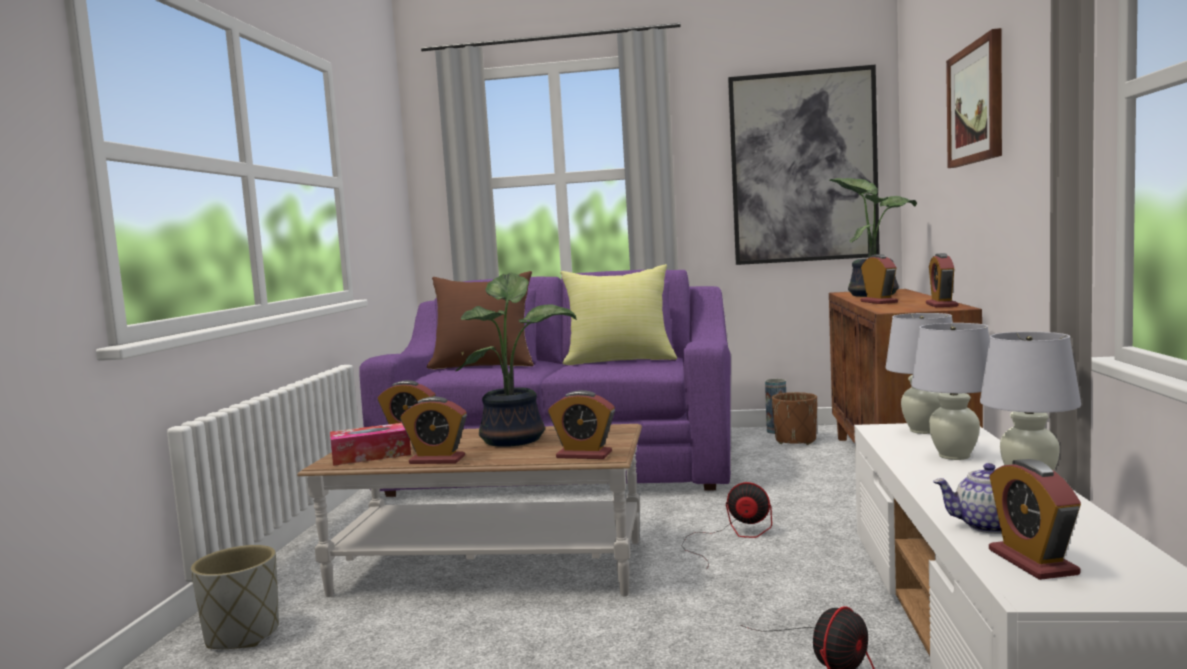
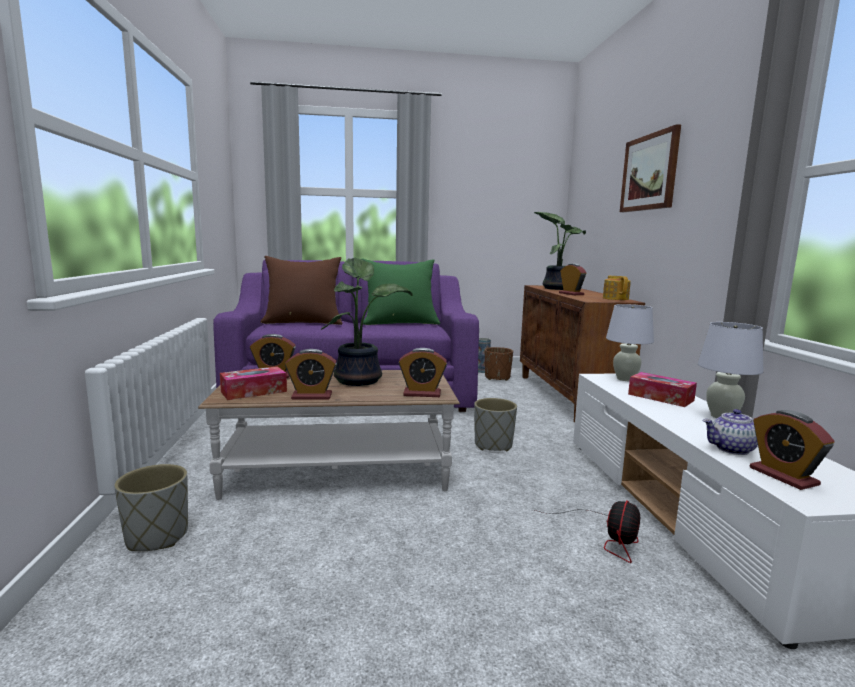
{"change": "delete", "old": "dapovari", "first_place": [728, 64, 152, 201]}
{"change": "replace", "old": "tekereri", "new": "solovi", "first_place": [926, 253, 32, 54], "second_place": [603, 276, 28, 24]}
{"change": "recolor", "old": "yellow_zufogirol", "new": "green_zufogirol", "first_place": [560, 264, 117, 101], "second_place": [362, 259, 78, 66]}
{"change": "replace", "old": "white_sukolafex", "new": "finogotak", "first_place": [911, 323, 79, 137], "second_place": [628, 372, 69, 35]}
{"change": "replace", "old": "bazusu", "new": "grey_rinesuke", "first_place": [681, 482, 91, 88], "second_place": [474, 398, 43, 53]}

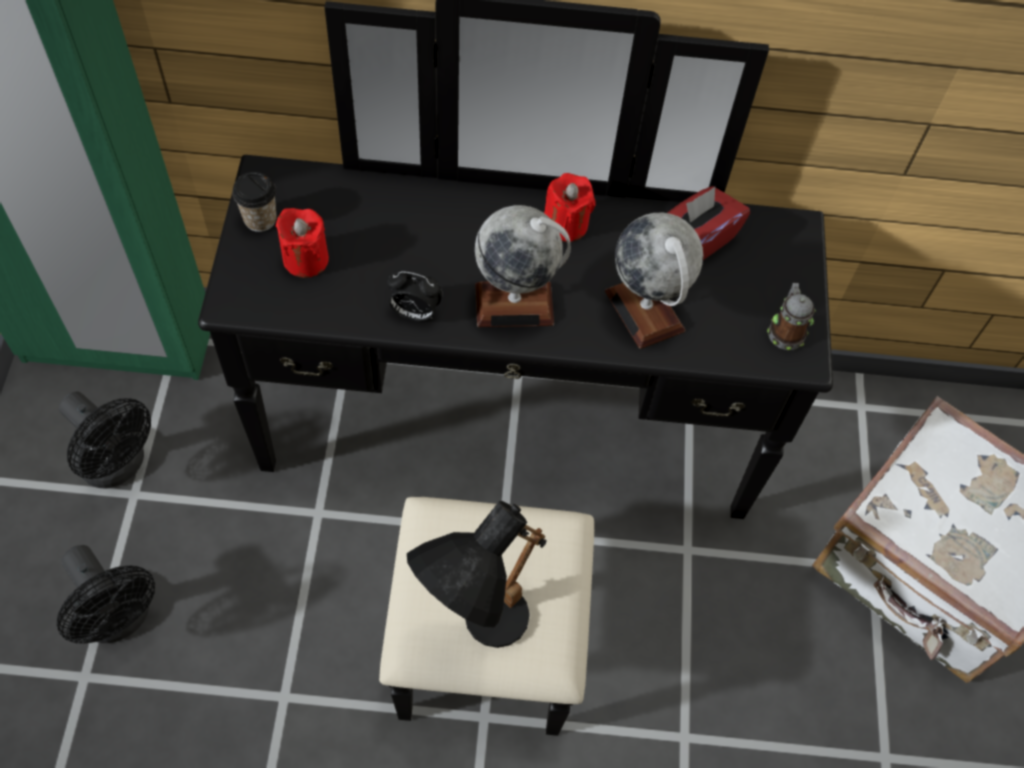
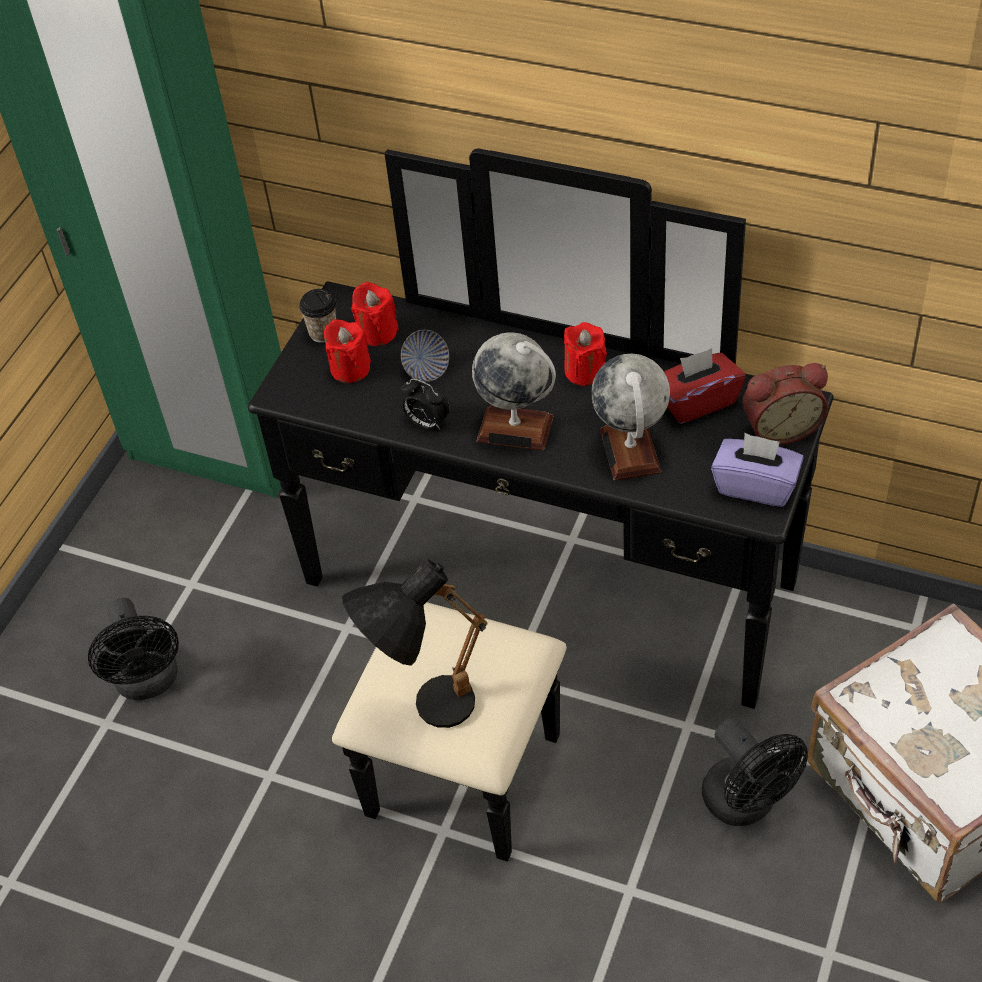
{"change": "replace", "old": "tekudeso", "new": "purple_finogotak", "first_place": [767, 283, 49, 67], "second_place": [711, 433, 92, 74]}
{"change": "move", "old": "black_bazusu", "first_place": [59, 392, 92, 97], "second_place": [702, 718, 106, 108]}
{"change": "insert", "new": "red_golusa", "second_place": [351, 282, 48, 64]}
{"change": "insert", "new": "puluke", "second_place": [401, 330, 48, 52]}
{"change": "insert", "new": "tekereri", "second_place": [743, 363, 85, 82]}

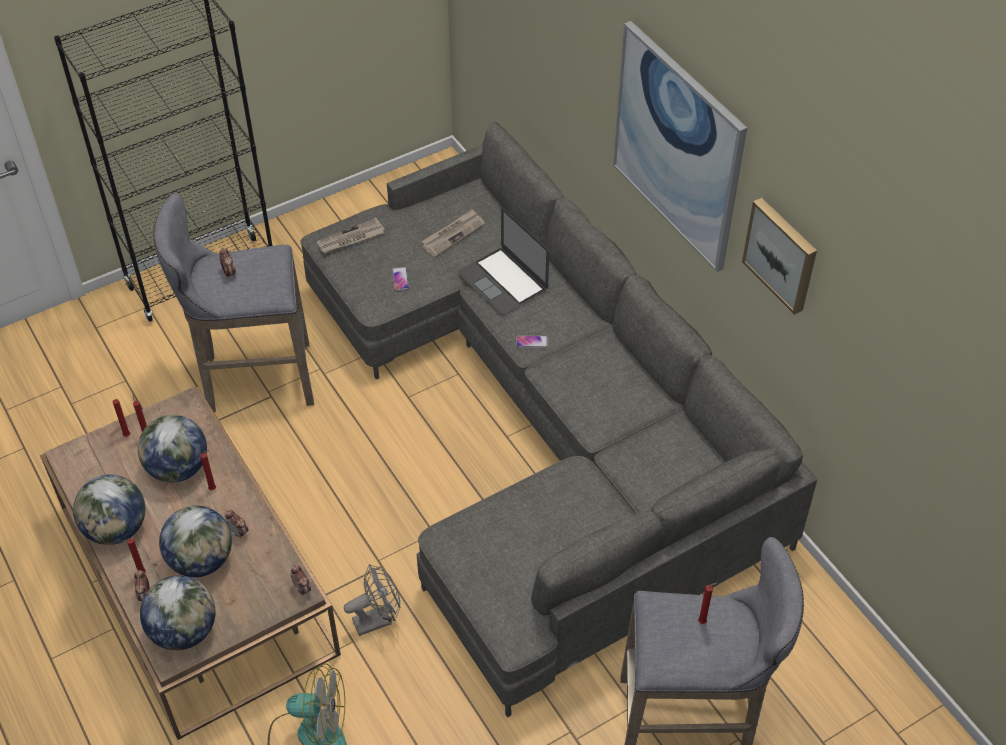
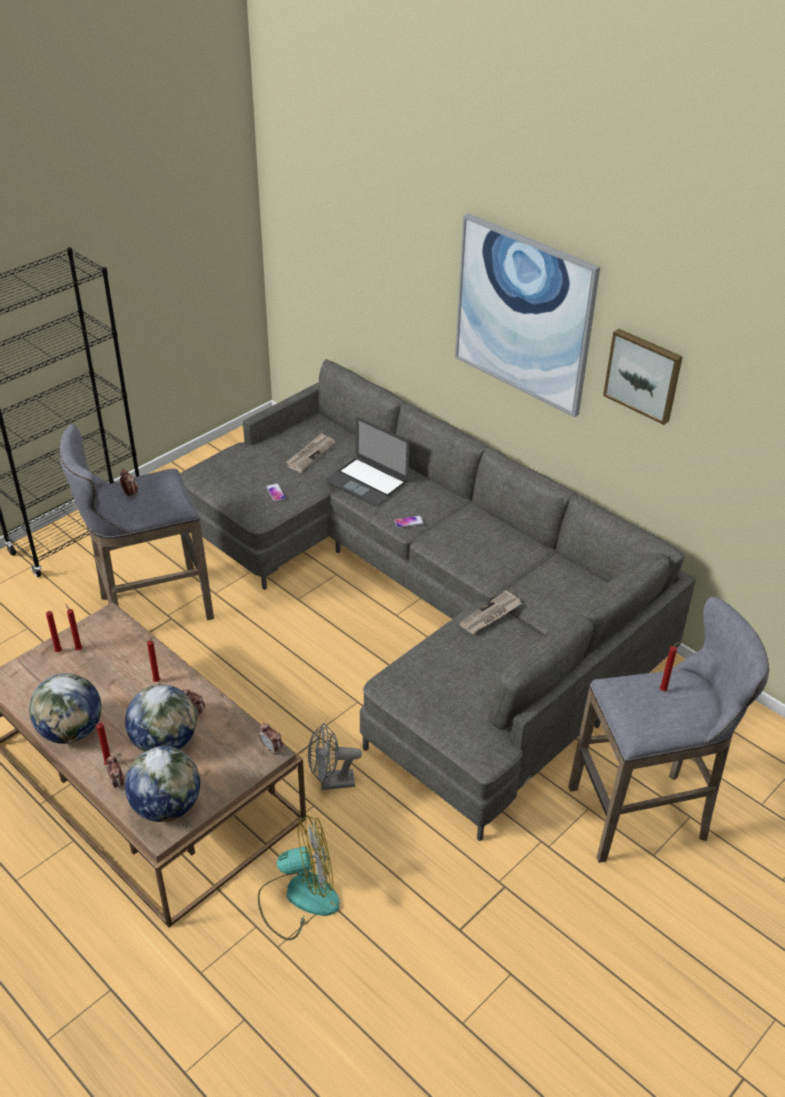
{"change": "move", "old": "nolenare", "first_place": [317, 218, 68, 36], "second_place": [459, 590, 63, 44]}
{"change": "delete", "old": "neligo", "first_place": [138, 415, 69, 68]}
{"change": "rotate", "old": "grey_bazusu", "first_place": [344, 564, 56, 72], "second_place": [308, 723, 54, 67], "degrees": -150}

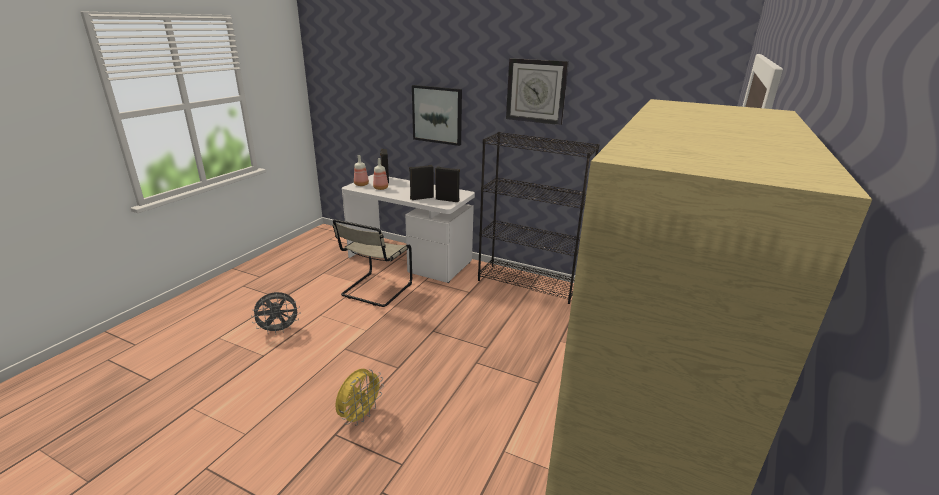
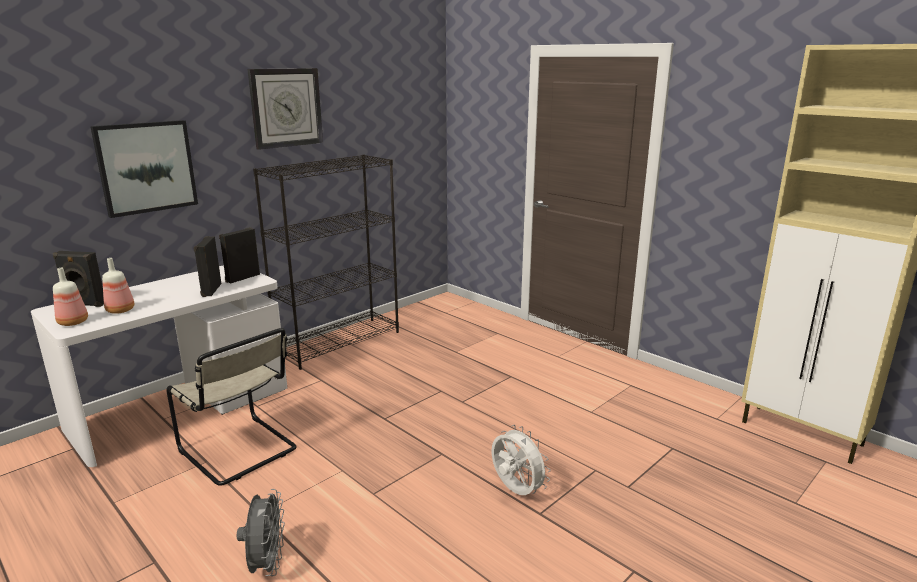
{"change": "recolor", "old": "yellow_bazusu", "new": "white_bazusu", "first_place": [335, 368, 49, 58], "second_place": [492, 425, 59, 70]}

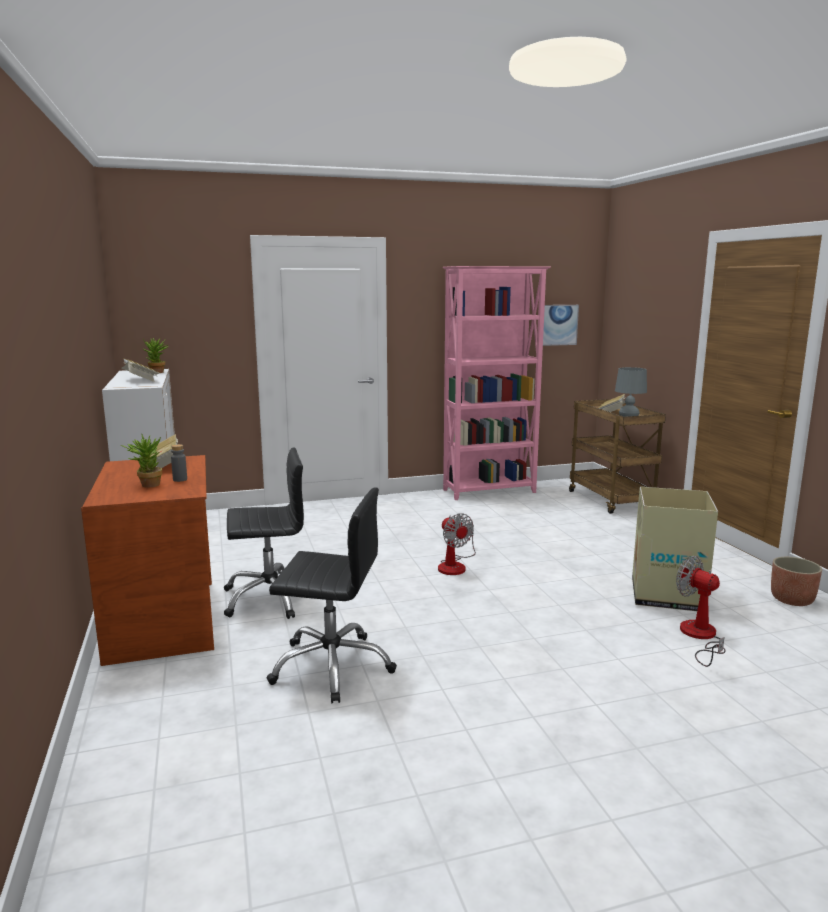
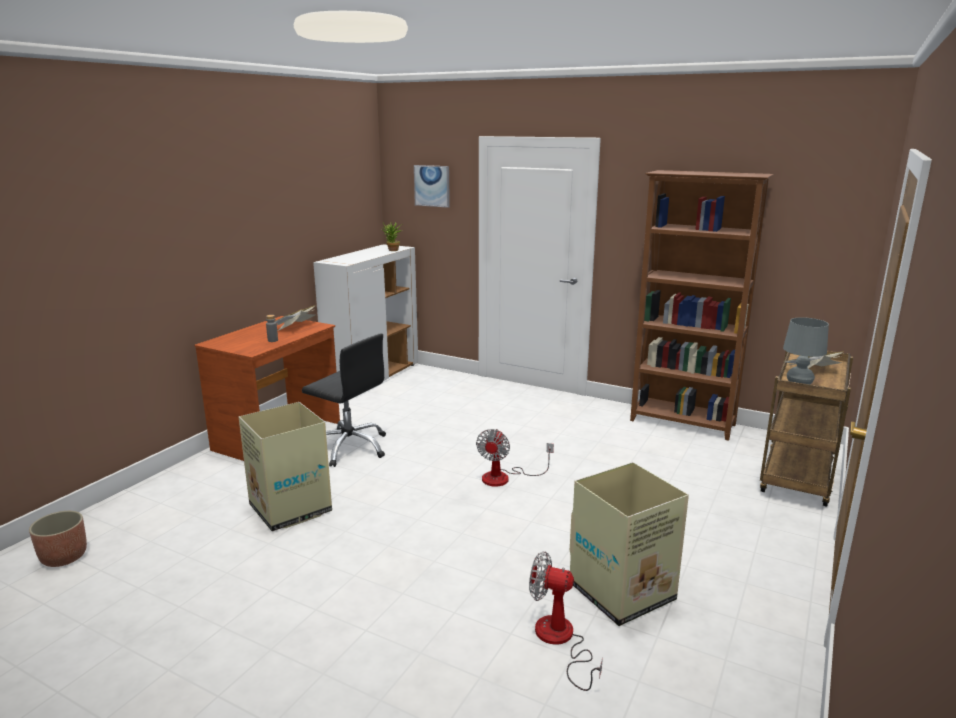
{"change": "recolor", "old": "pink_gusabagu", "new": "brown_gusabagu", "first_place": [442, 266, 109, 234], "second_place": [630, 170, 144, 271]}
{"change": "move", "old": "dapovari", "first_place": [543, 305, 36, 41], "second_place": [414, 165, 36, 43]}
{"change": "delete", "old": "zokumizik", "first_place": [122, 358, 39, 24]}
{"change": "delete", "old": "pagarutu", "first_place": [121, 433, 41, 55]}
{"change": "replace", "old": "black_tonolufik", "new": "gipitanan", "first_place": [267, 487, 130, 216], "second_place": [239, 402, 93, 130]}
{"change": "rotate", "old": "bazusu", "first_place": [676, 556, 50, 111], "second_place": [529, 551, 74, 140], "degrees": -75}
{"change": "move", "old": "rinesuke", "first_place": [771, 557, 51, 49], "second_place": [29, 511, 58, 56]}

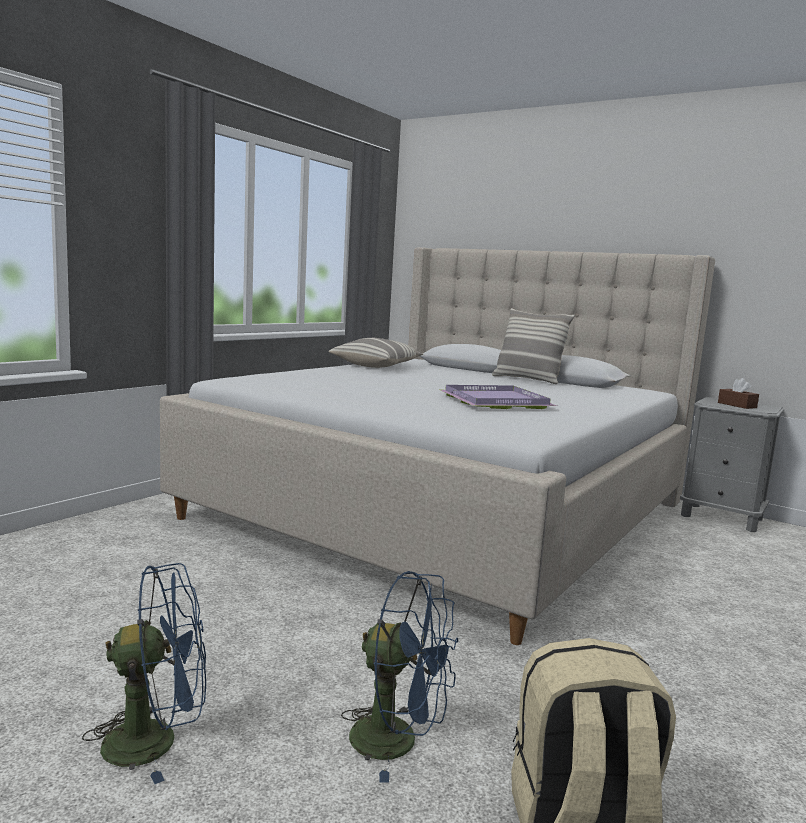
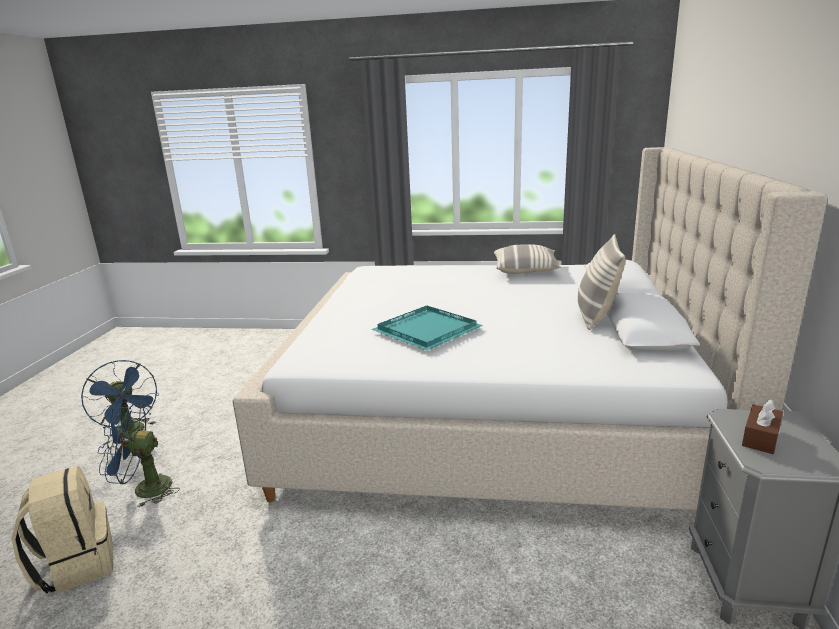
{"change": "recolor", "old": "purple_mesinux", "new": "turquoise_mesinux", "first_place": [440, 385, 117, 24], "second_place": [371, 306, 112, 45]}
{"change": "rotate", "old": "blue_bazusu", "first_place": [341, 571, 117, 212], "second_place": [98, 402, 82, 106], "degrees": 90}

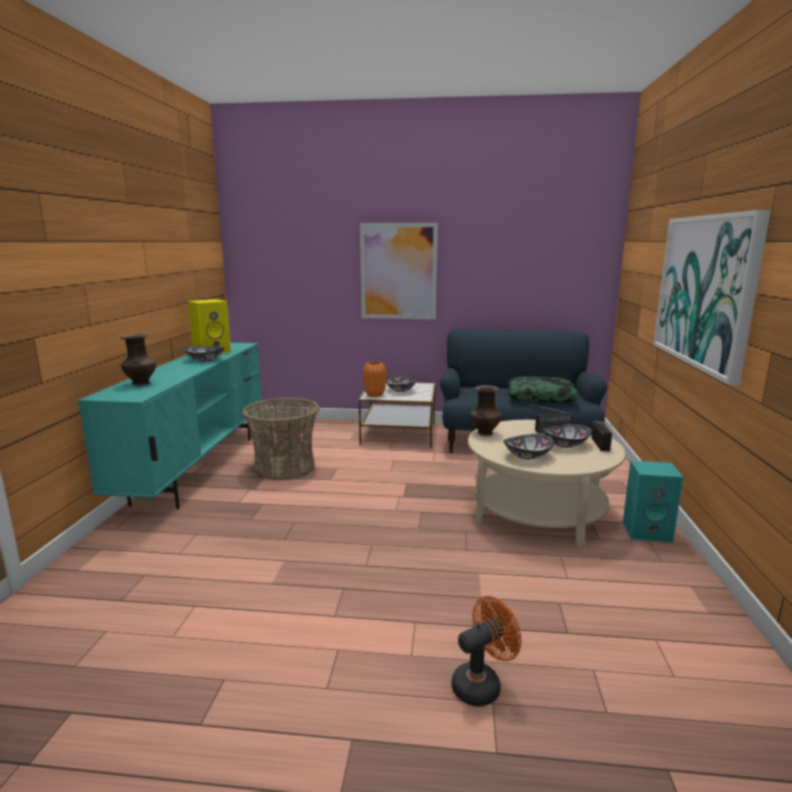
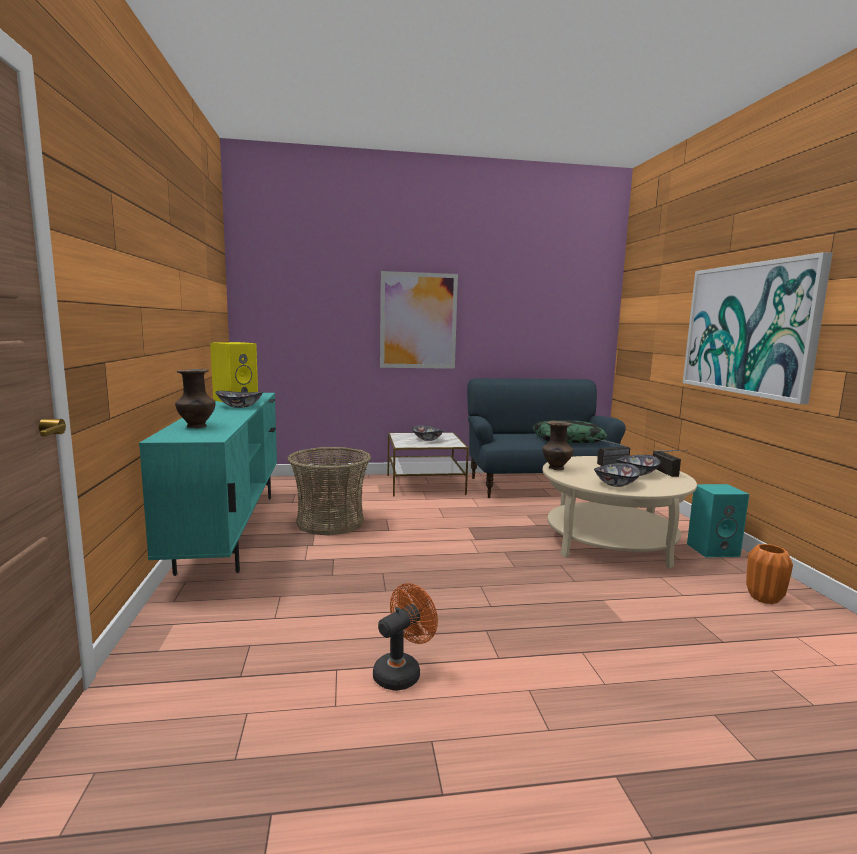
{"change": "move", "old": "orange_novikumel", "first_place": [363, 362, 23, 35], "second_place": [746, 544, 47, 60]}
{"change": "move", "old": "orange_bazusu", "first_place": [452, 596, 70, 110], "second_place": [373, 583, 65, 108]}

